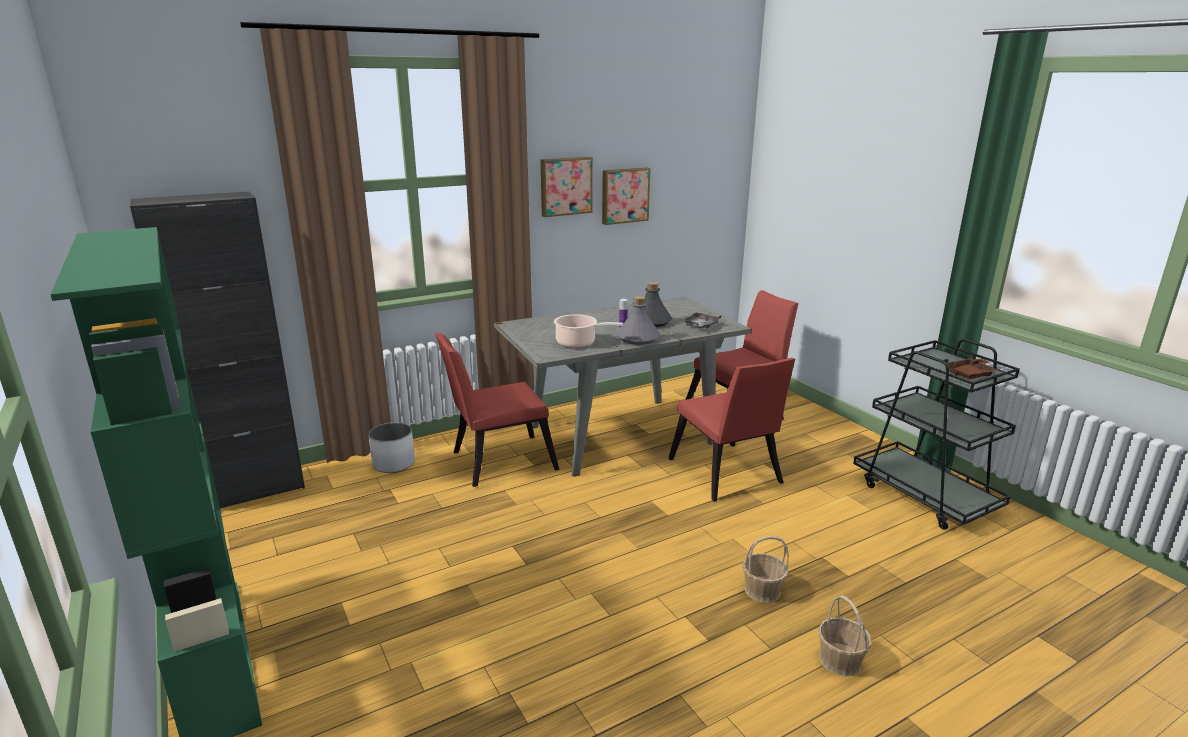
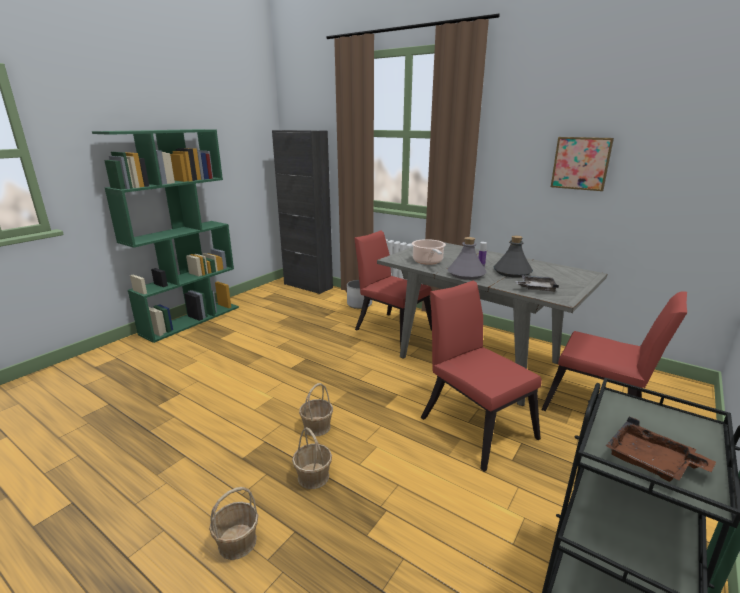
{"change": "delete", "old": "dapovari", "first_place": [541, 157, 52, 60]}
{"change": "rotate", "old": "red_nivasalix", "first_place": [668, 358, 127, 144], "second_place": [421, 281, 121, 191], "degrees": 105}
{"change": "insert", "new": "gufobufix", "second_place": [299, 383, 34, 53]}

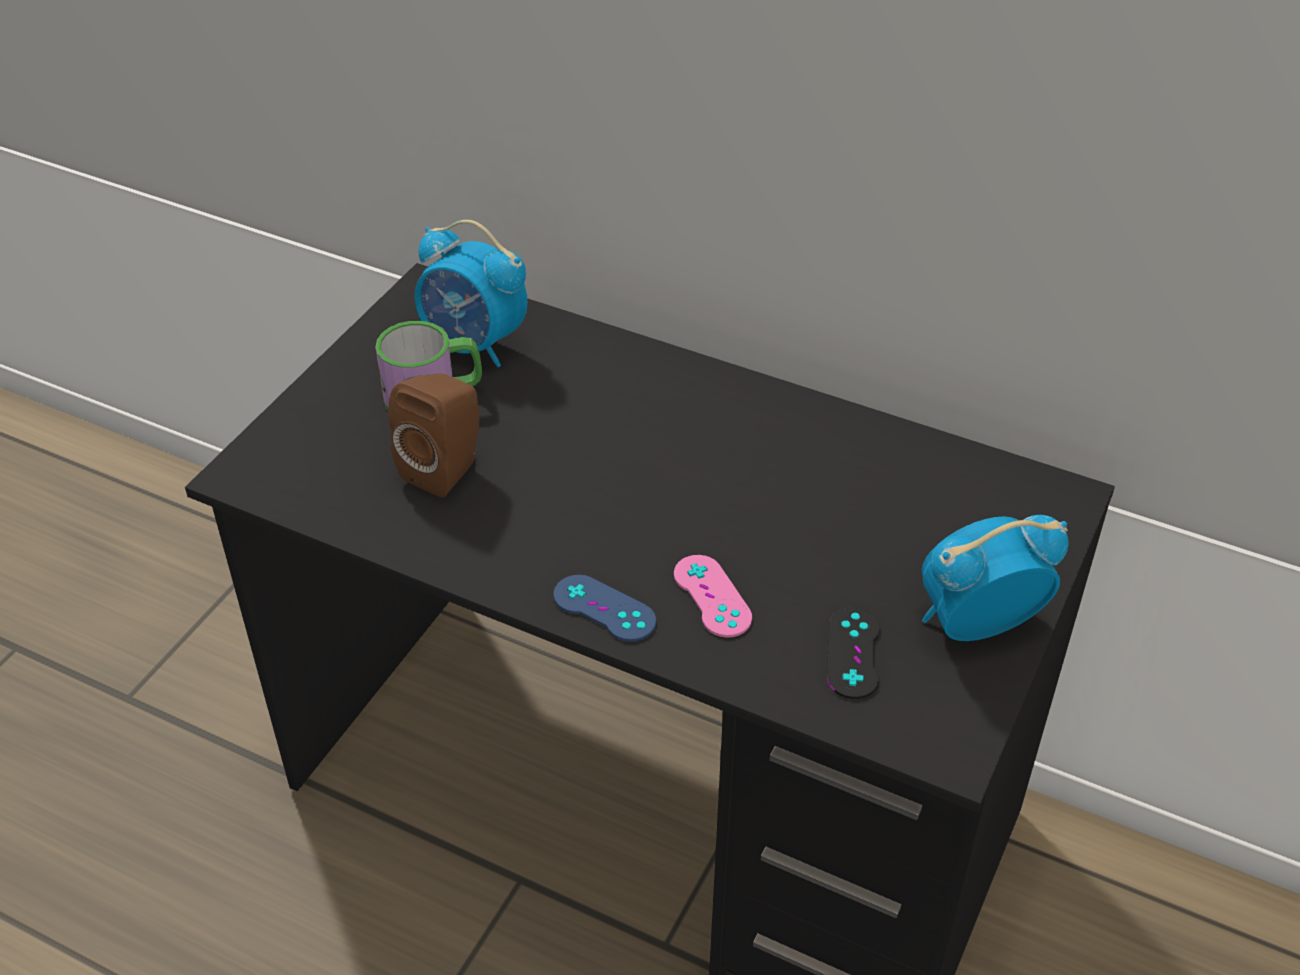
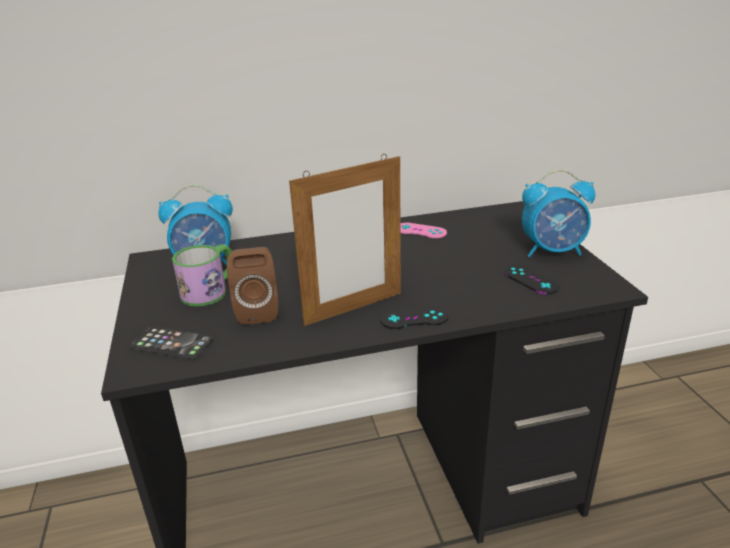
{"change": "rotate", "old": "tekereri", "first_place": [921, 515, 148, 126], "second_place": [522, 169, 73, 88], "degrees": -120}
{"change": "move", "old": "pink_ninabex", "first_place": [674, 555, 78, 83], "second_place": [400, 223, 47, 15]}
{"change": "recolor", "old": "blue_ninabex", "new": "black_ninabex", "first_place": [554, 575, 102, 67], "second_place": [380, 307, 69, 22]}
{"change": "insert", "new": "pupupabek", "second_place": [289, 154, 112, 172]}
{"change": "insert", "new": "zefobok", "second_place": [129, 326, 84, 33]}

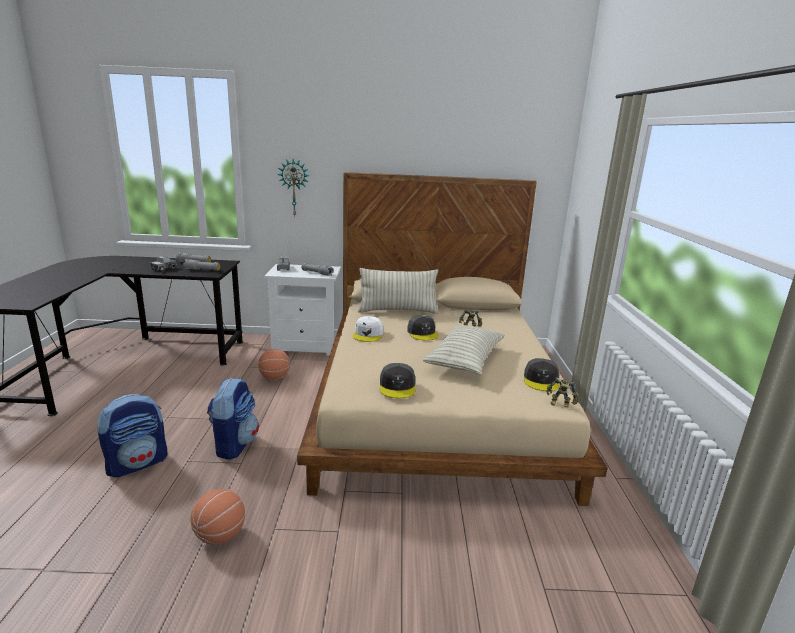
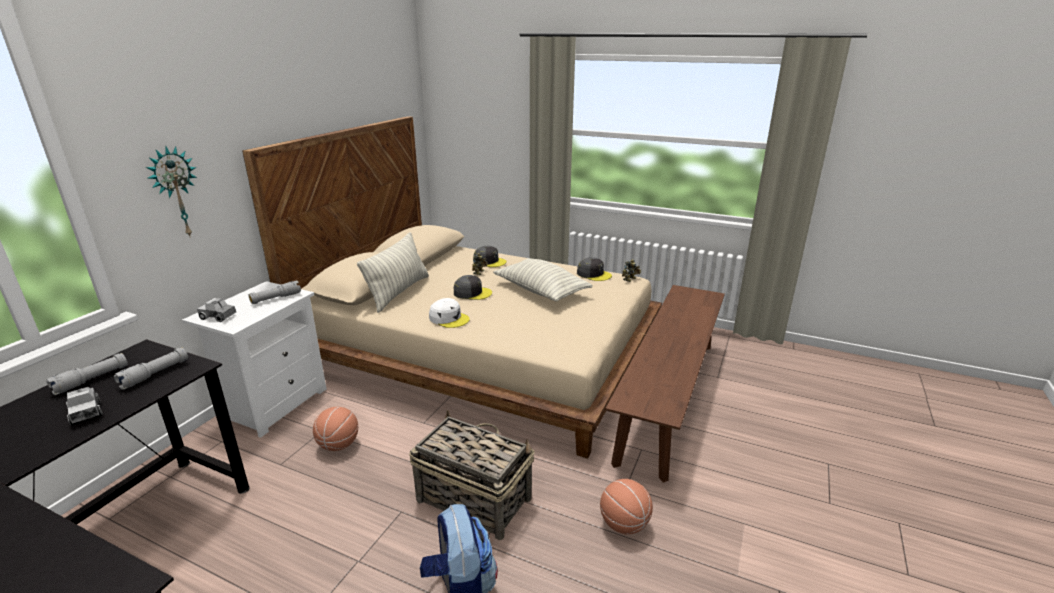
{"change": "move", "old": "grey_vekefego", "first_place": [380, 363, 35, 35], "second_place": [473, 246, 34, 21]}
{"change": "replace", "old": "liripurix", "new": "gufobufix", "first_place": [207, 378, 52, 82], "second_place": [409, 410, 125, 130]}
{"change": "insert", "new": "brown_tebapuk", "second_place": [605, 285, 120, 198]}

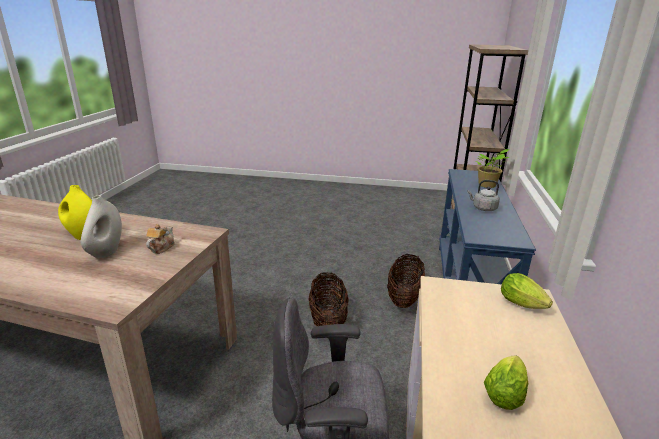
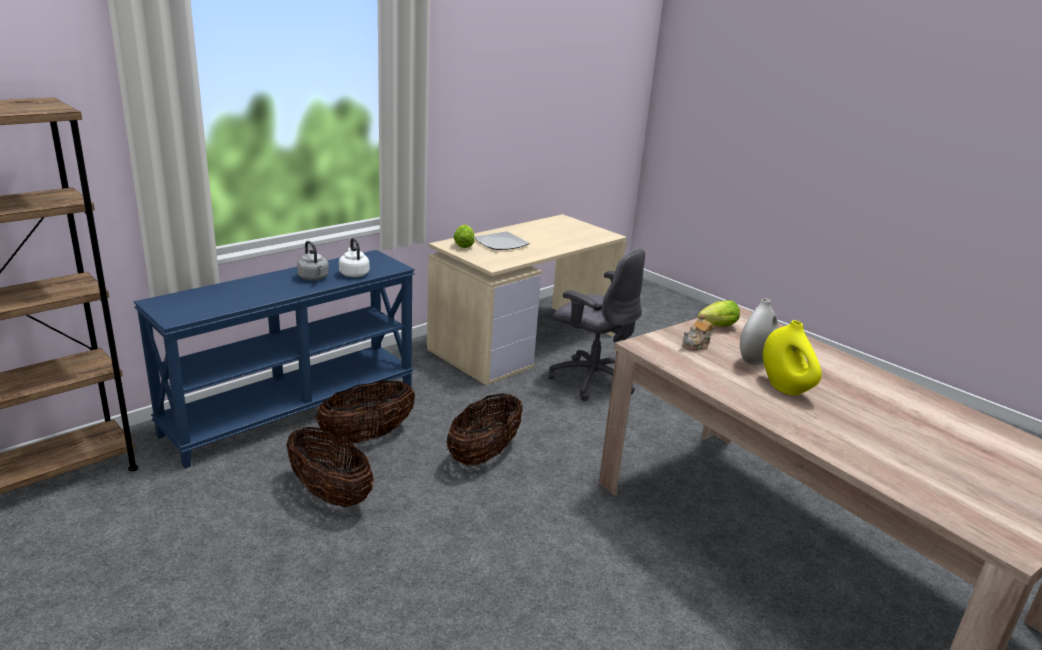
{"change": "delete", "old": "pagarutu", "first_place": [476, 149, 33, 39]}
{"change": "move", "old": "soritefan", "first_place": [484, 355, 44, 55], "second_place": [698, 300, 42, 26]}
{"change": "insert", "new": "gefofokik", "second_place": [474, 231, 56, 19]}
{"change": "insert", "new": "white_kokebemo", "second_place": [339, 238, 30, 39]}
{"change": "insert", "new": "gufobufix", "second_place": [286, 426, 88, 82]}

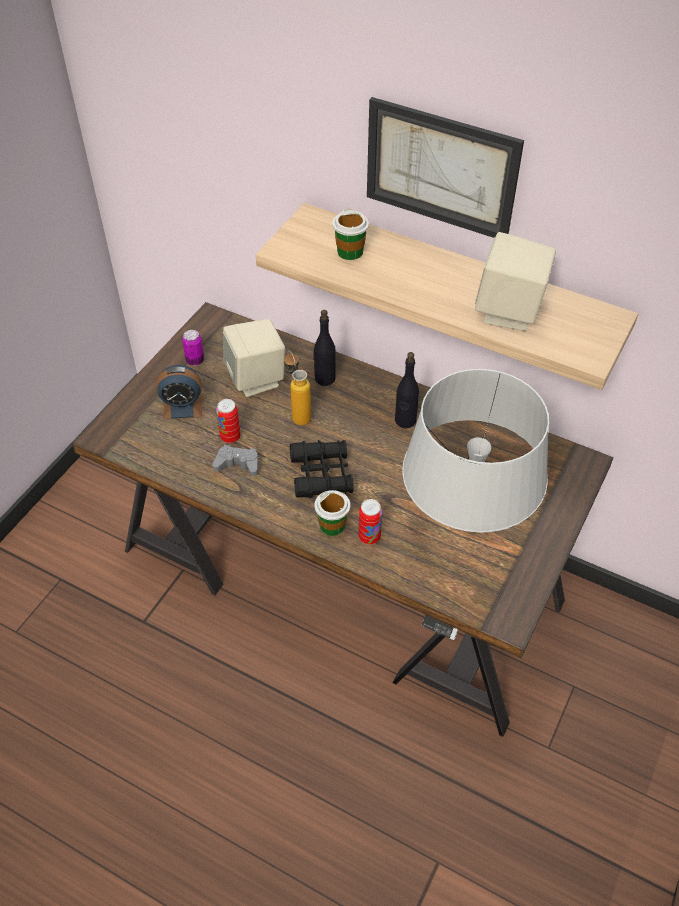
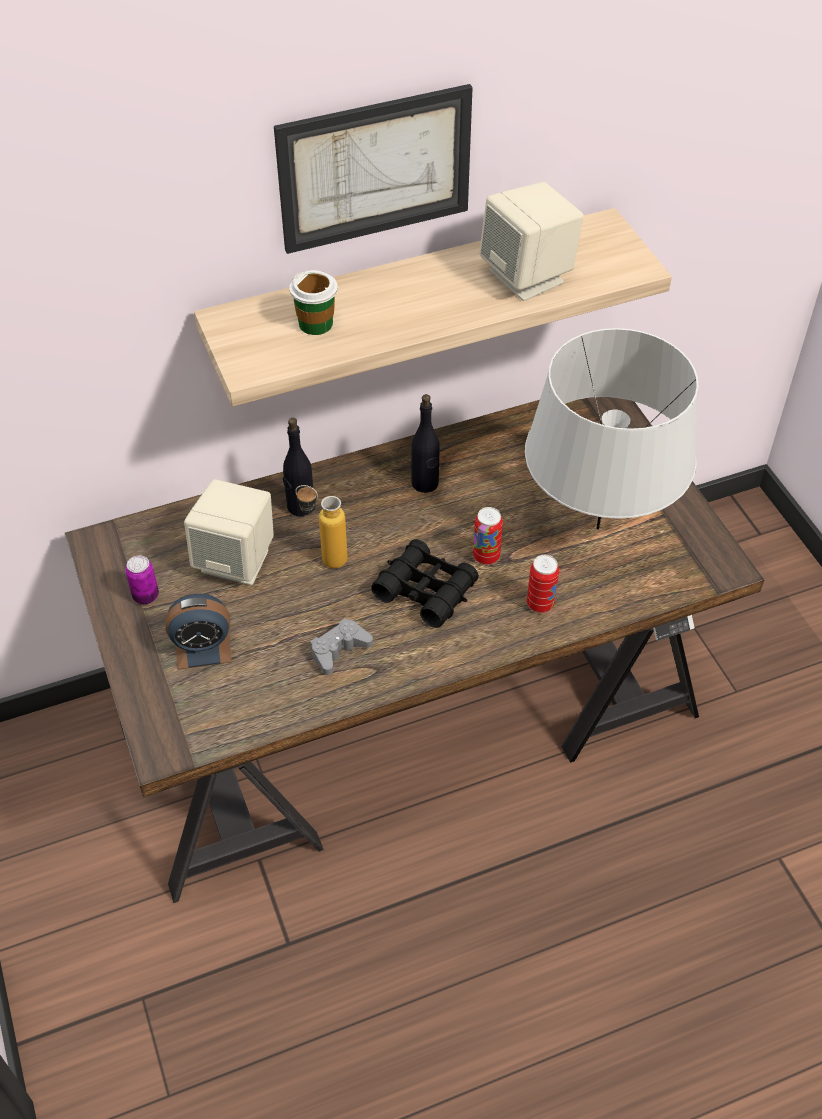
{"change": "rotate", "old": "tekereri", "first_place": [156, 365, 46, 54], "second_place": [165, 594, 67, 76], "degrees": 45}
{"change": "move", "old": "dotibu", "first_place": [216, 399, 25, 44], "second_place": [473, 507, 30, 58]}
{"change": "delete", "old": "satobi", "first_place": [314, 490, 36, 46]}

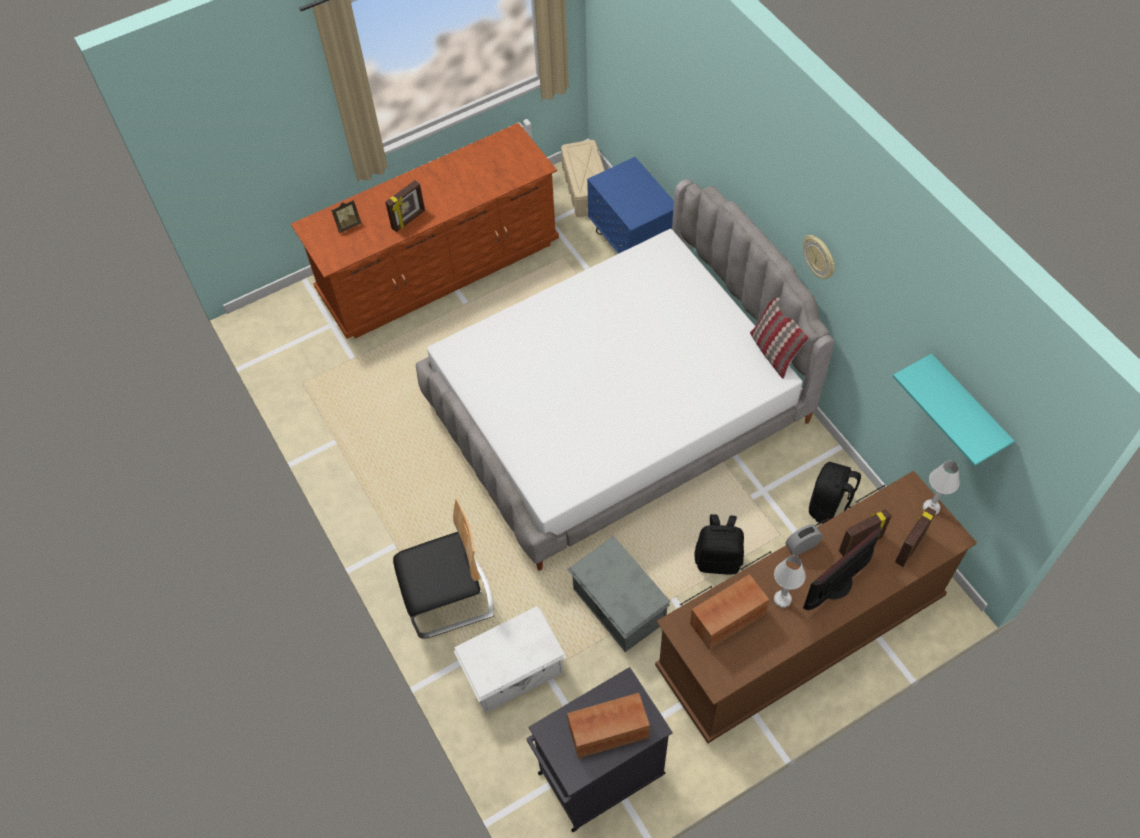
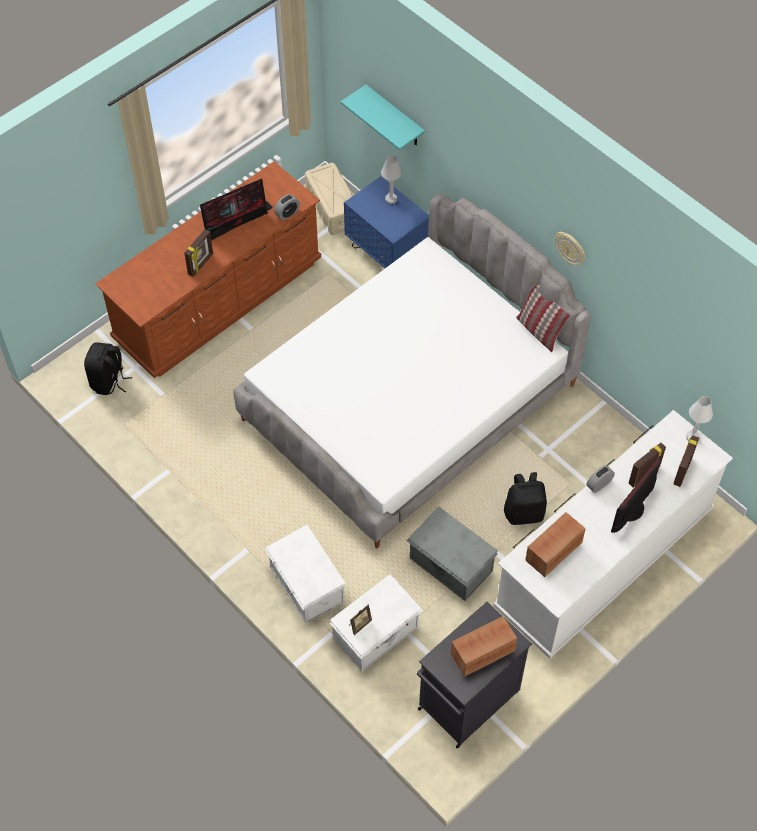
{"change": "move", "old": "pupupabek", "first_place": [331, 200, 30, 33], "second_place": [349, 605, 23, 30]}
{"change": "move", "old": "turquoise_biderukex", "first_place": [893, 353, 121, 113], "second_place": [341, 85, 84, 65]}
{"change": "move", "old": "black_liripurix", "first_place": [809, 462, 52, 62], "second_place": [84, 342, 48, 53]}
{"change": "recolor", "old": "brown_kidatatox", "new": "white_kidatatox", "first_place": [655, 471, 322, 272], "second_place": [493, 410, 240, 249]}
{"change": "replace", "old": "nivasalix", "new": "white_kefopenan", "first_place": [393, 498, 101, 141], "second_place": [264, 525, 82, 99]}
{"change": "move", "old": "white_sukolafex", "first_place": [774, 555, 32, 53], "second_place": [381, 155, 21, 49]}
{"change": "insert", "new": "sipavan", "second_place": [200, 179, 73, 62]}
{"change": "insert", "new": "tekereri", "second_place": [274, 194, 26, 26]}

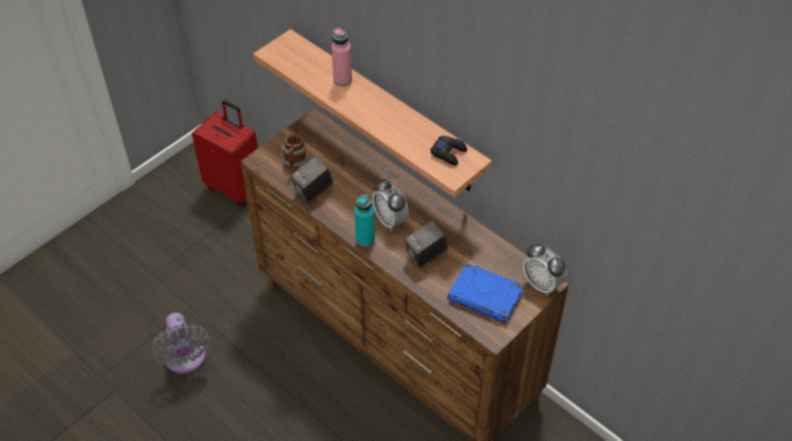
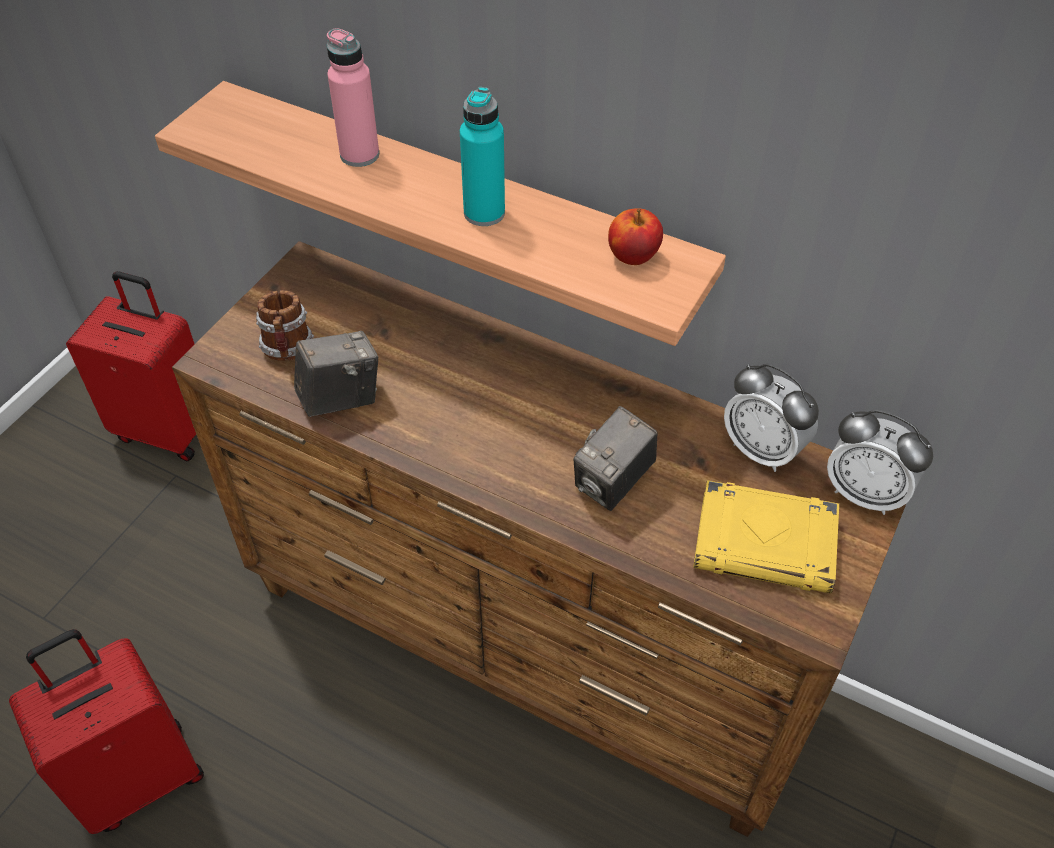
{"change": "replace", "old": "black_ninabex", "new": "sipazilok", "first_place": [430, 136, 37, 29], "second_place": [608, 209, 55, 56]}
{"change": "rotate", "old": "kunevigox", "first_place": [291, 156, 42, 46], "second_place": [294, 331, 84, 86], "degrees": -150}
{"change": "move", "old": "tekereri", "first_place": [372, 178, 37, 53], "second_place": [724, 364, 95, 108]}
{"change": "move", "old": "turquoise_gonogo", "first_place": [355, 194, 20, 52], "second_place": [460, 87, 45, 139]}
{"change": "recolor", "old": "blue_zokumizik", "new": "yellow_zokumizik", "first_place": [447, 263, 77, 60], "second_place": [693, 480, 146, 113]}
{"change": "replace", "old": "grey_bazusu", "new": "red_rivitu", "first_place": [151, 312, 59, 62], "second_place": [9, 629, 195, 205]}

